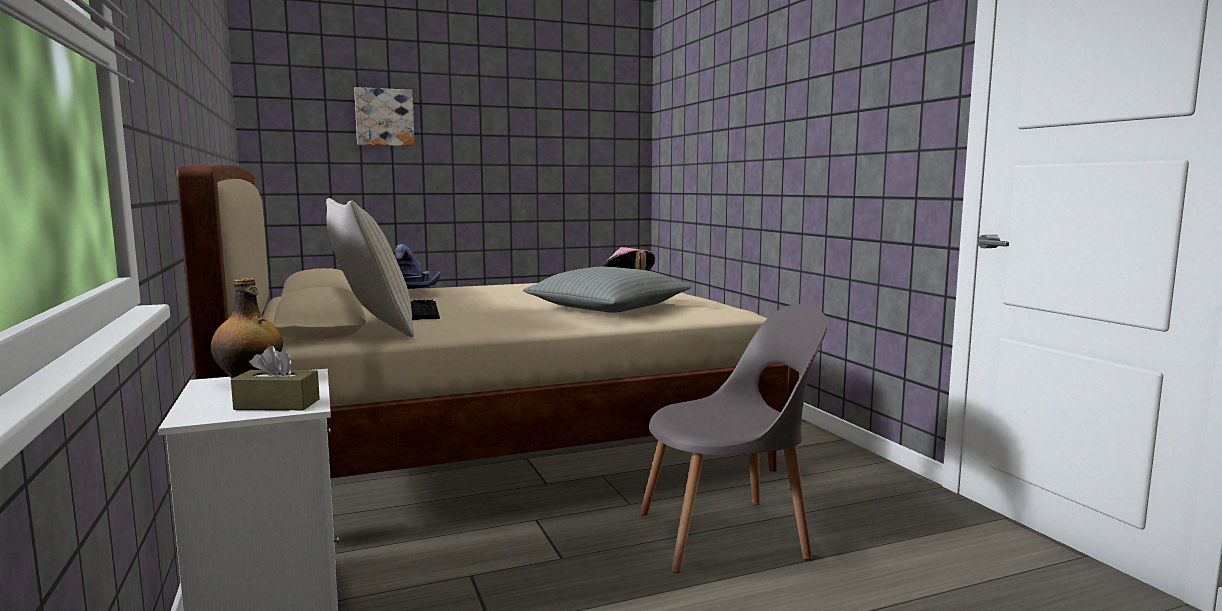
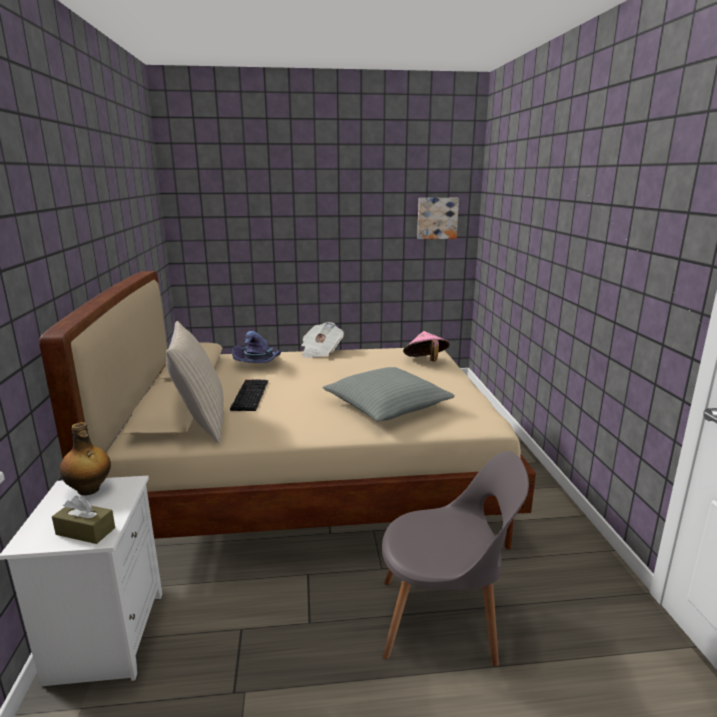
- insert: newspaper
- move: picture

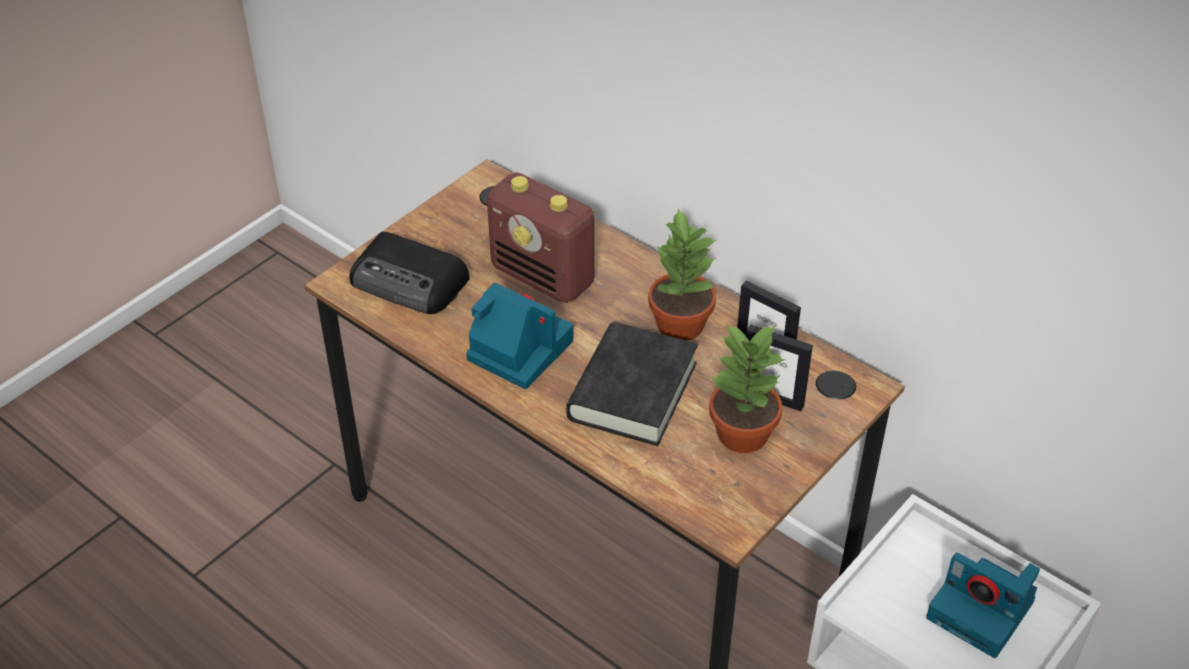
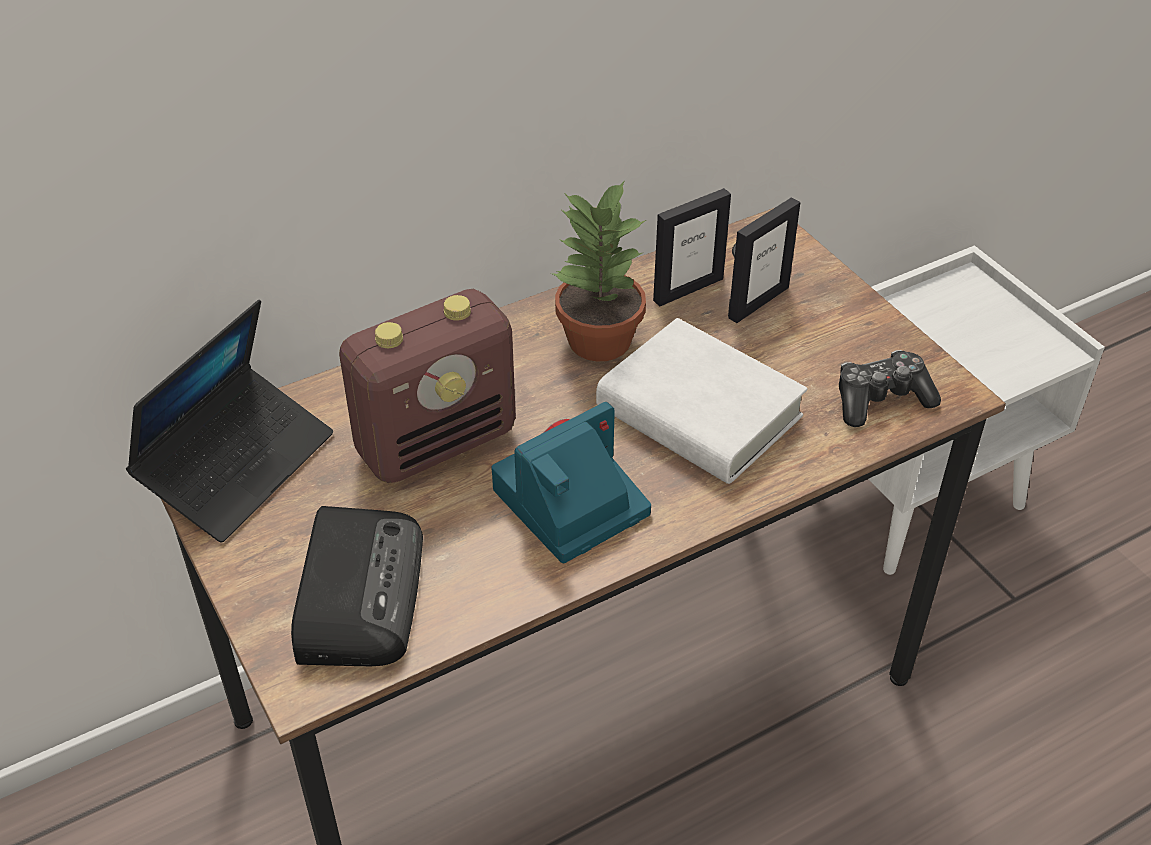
- insert: laptop
- rotate: radio (1st from left) 45 degrees counterclockwise
- recolor: black book to white book
- insert: game controller
- delete: potted plant (2nd from left)
- delete: photo camera (2nd from left)

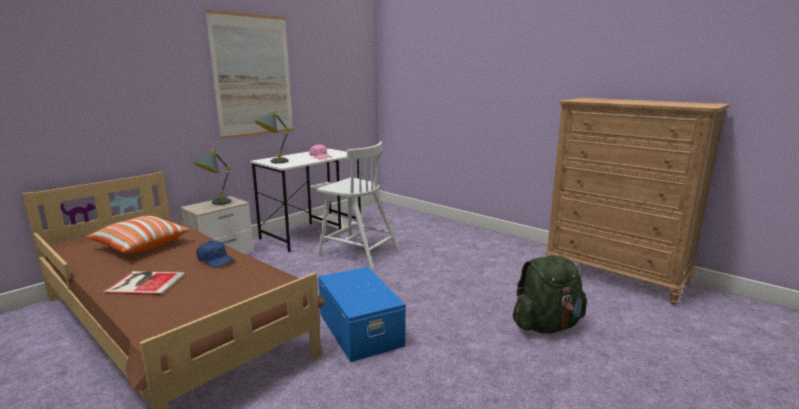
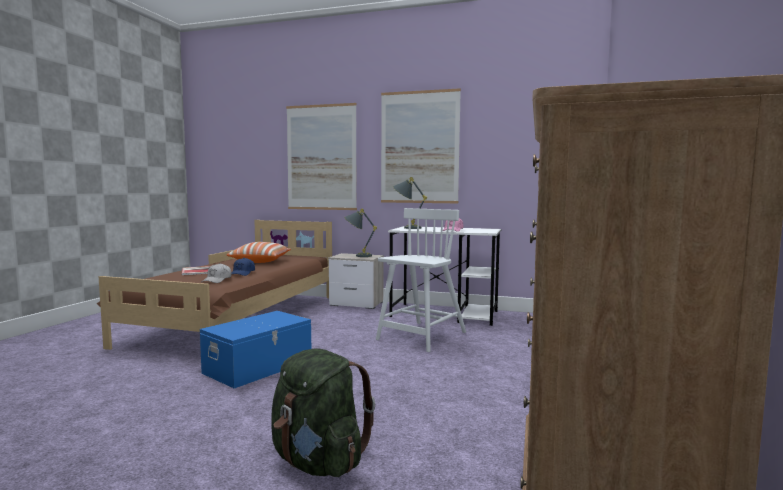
- insert: white cap
- insert: picture (1st from left)
- rotate: white chair 150 degrees counterclockwise

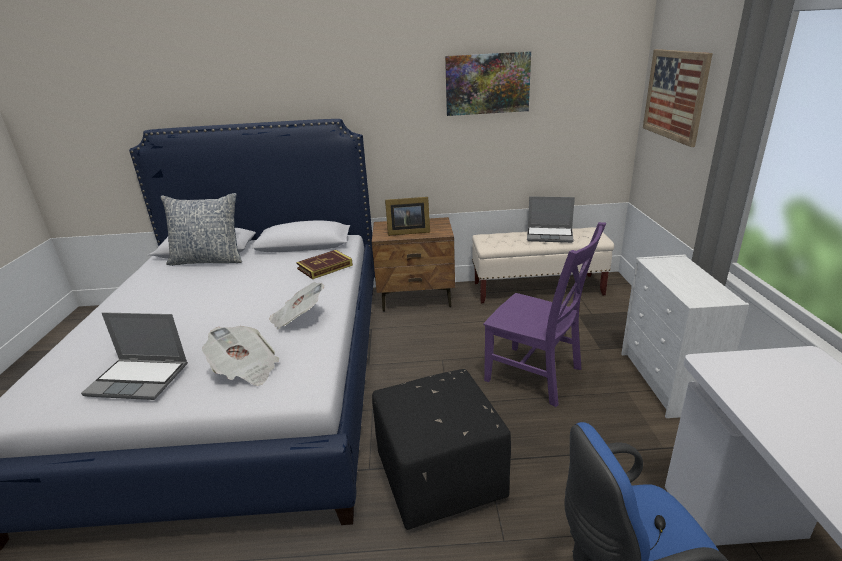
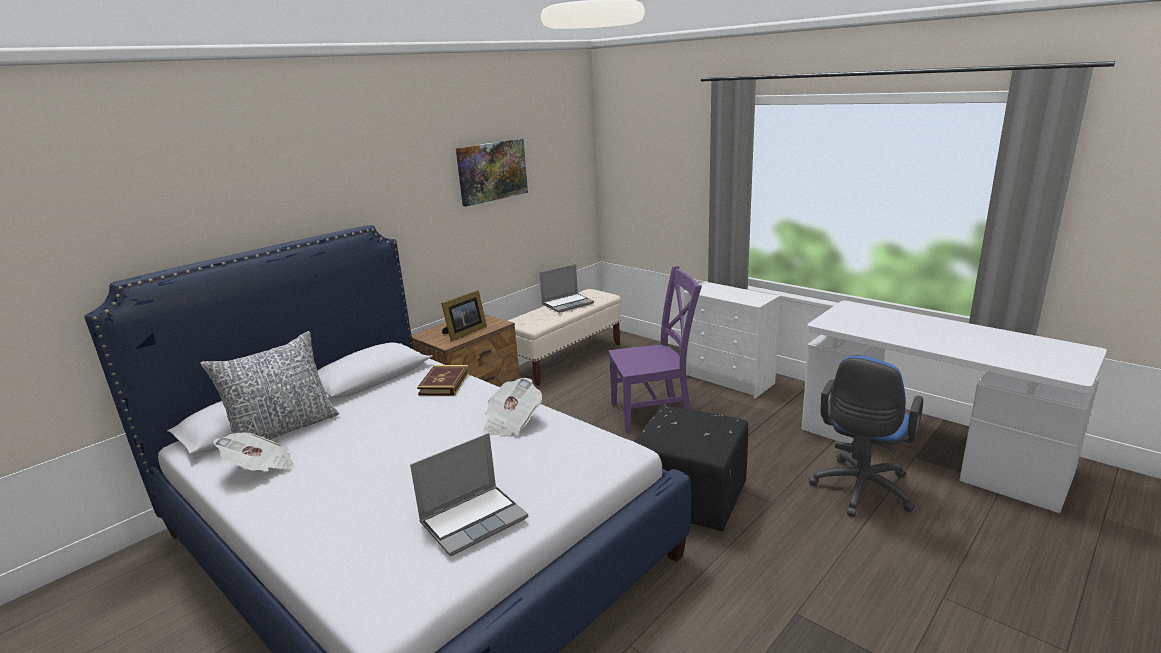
- move: newspaper (1st from left)
- delete: picture (2nd from left)

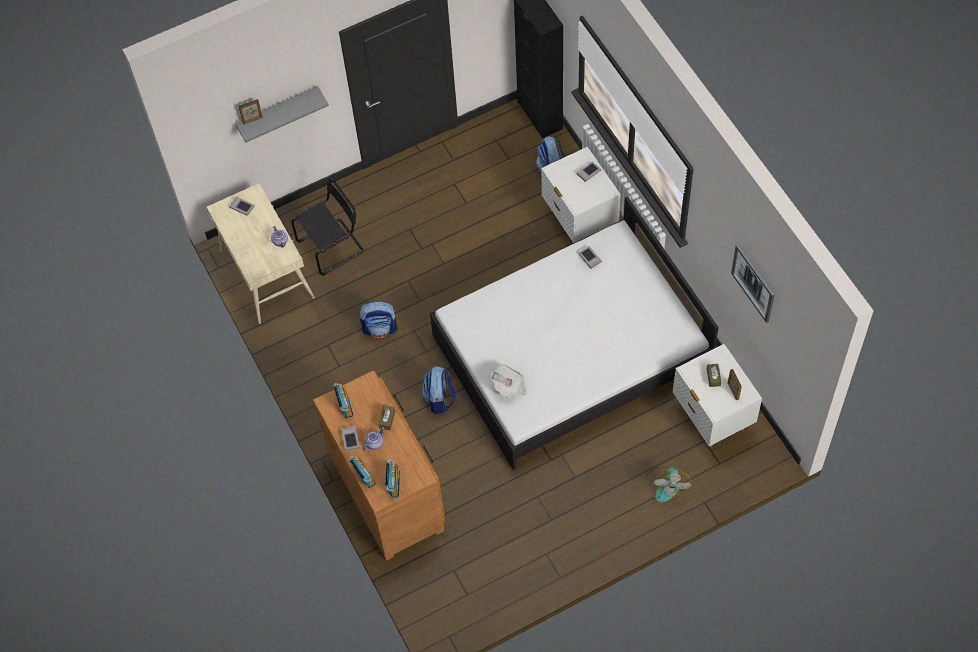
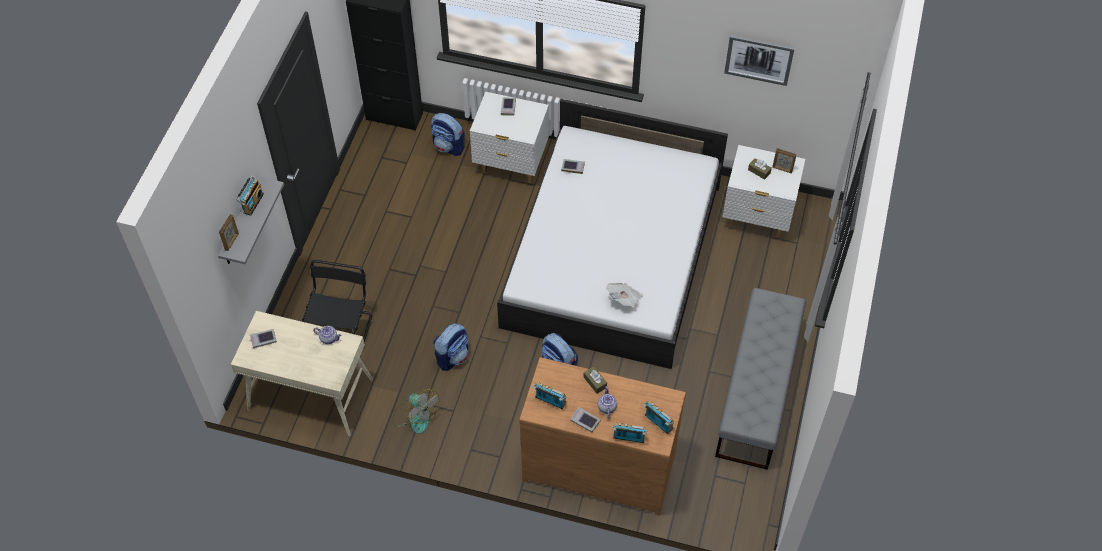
- insert: radio (1st from left)
- move: fan
- insert: grey bench

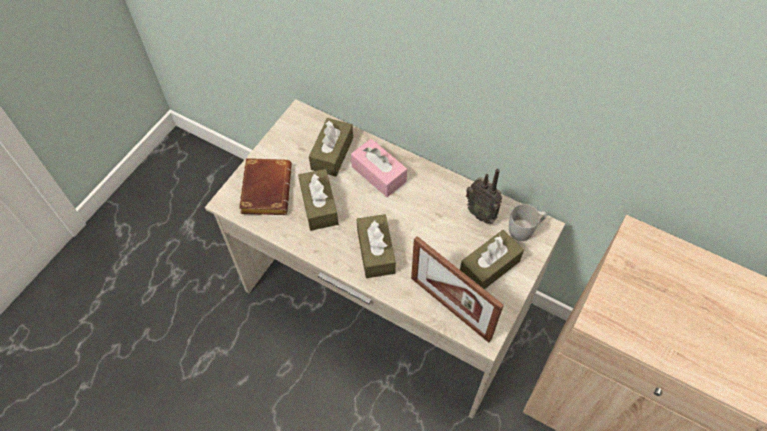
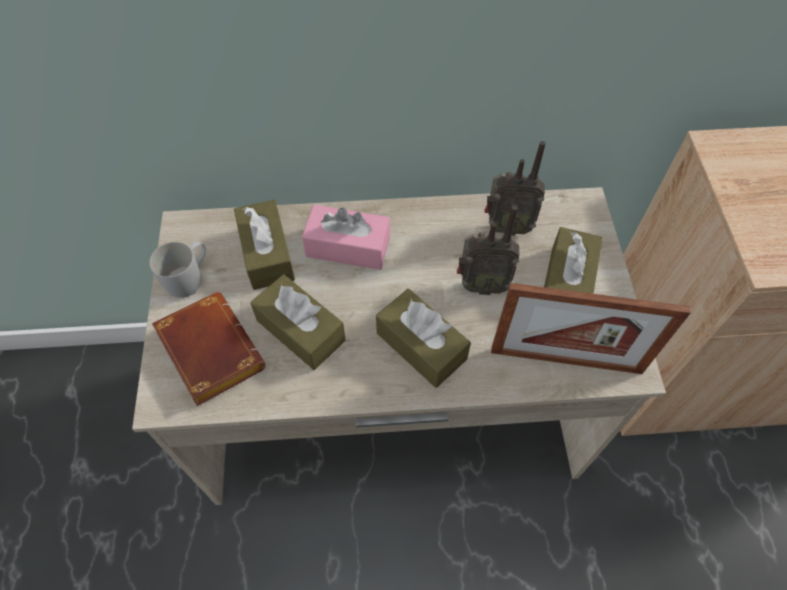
- move: white mug
- insert: radio (1st from left)

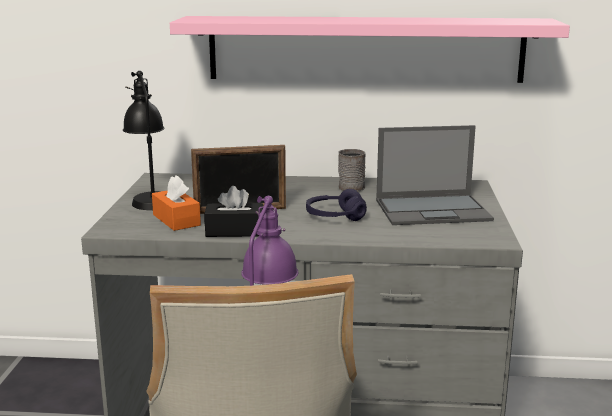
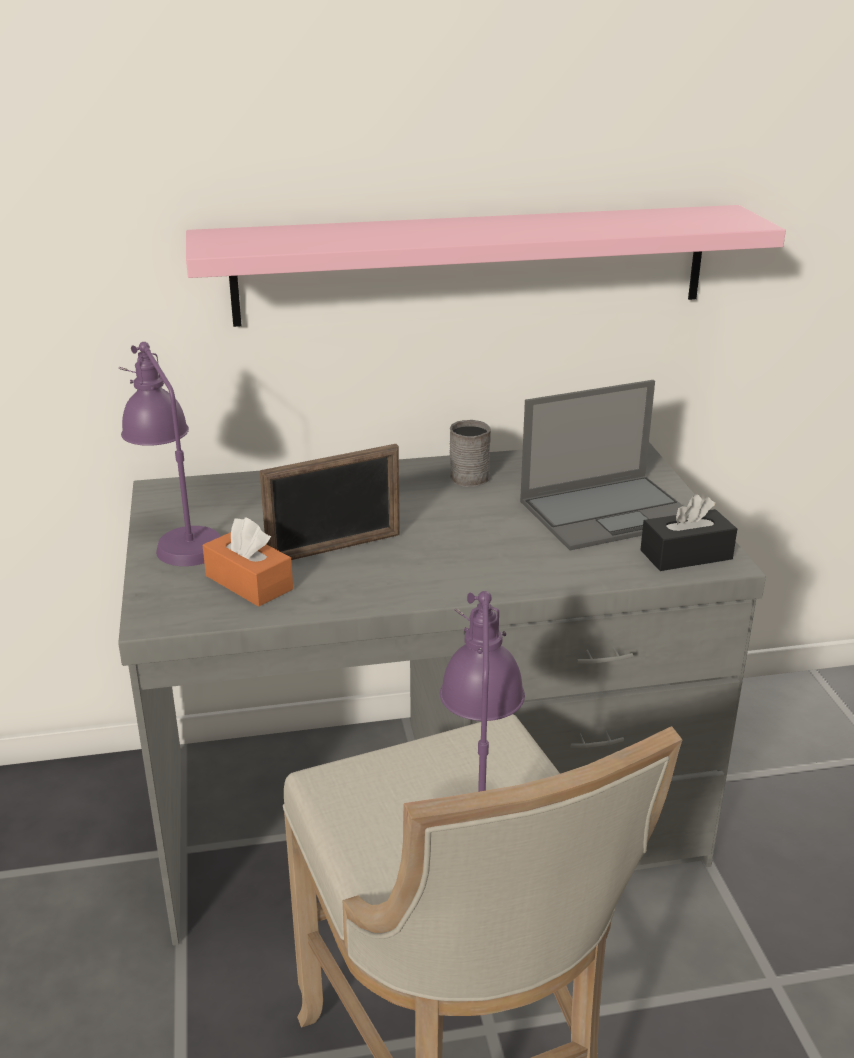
- recolor: black table lamp to purple table lamp (1st from left)
- move: black tissue box
- delete: purple headphones

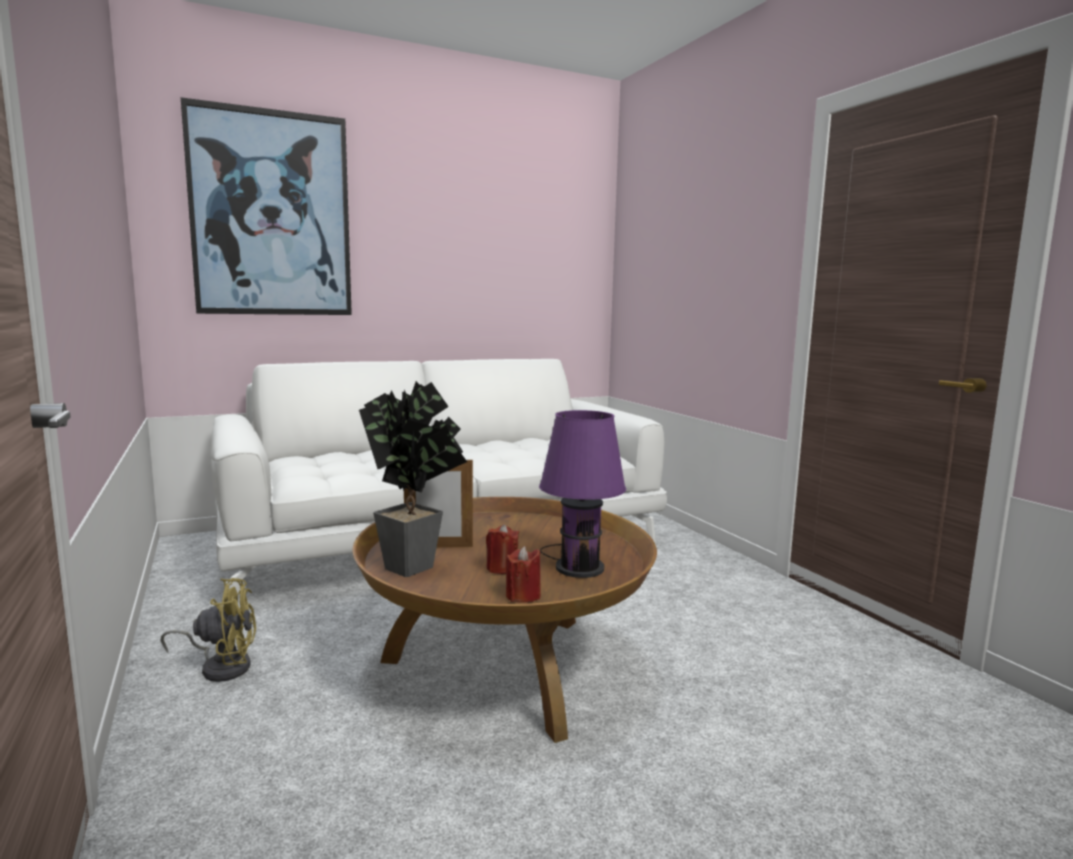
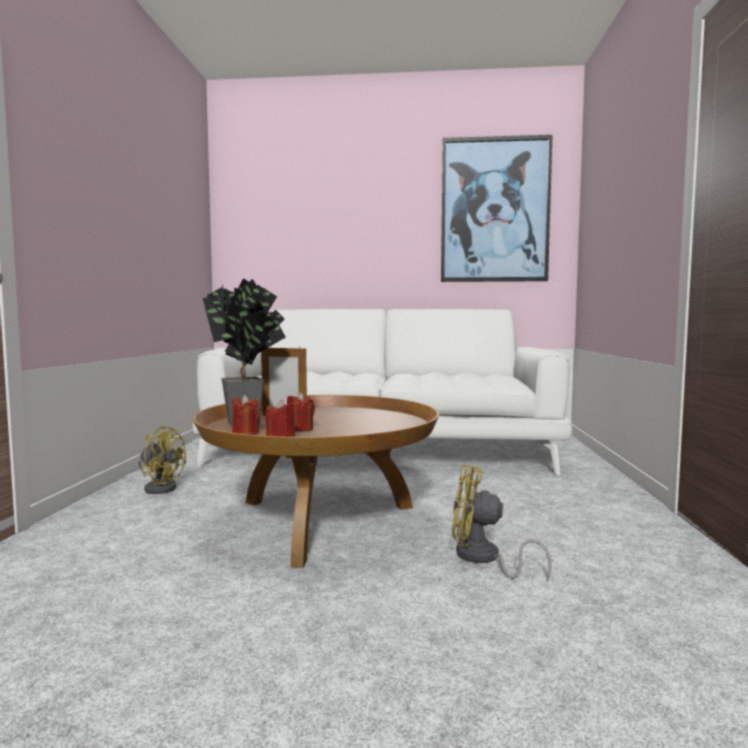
- insert: red candle (1st from left)
- move: picture
- insert: yellow fan (2nd from left)
- delete: purple table lamp

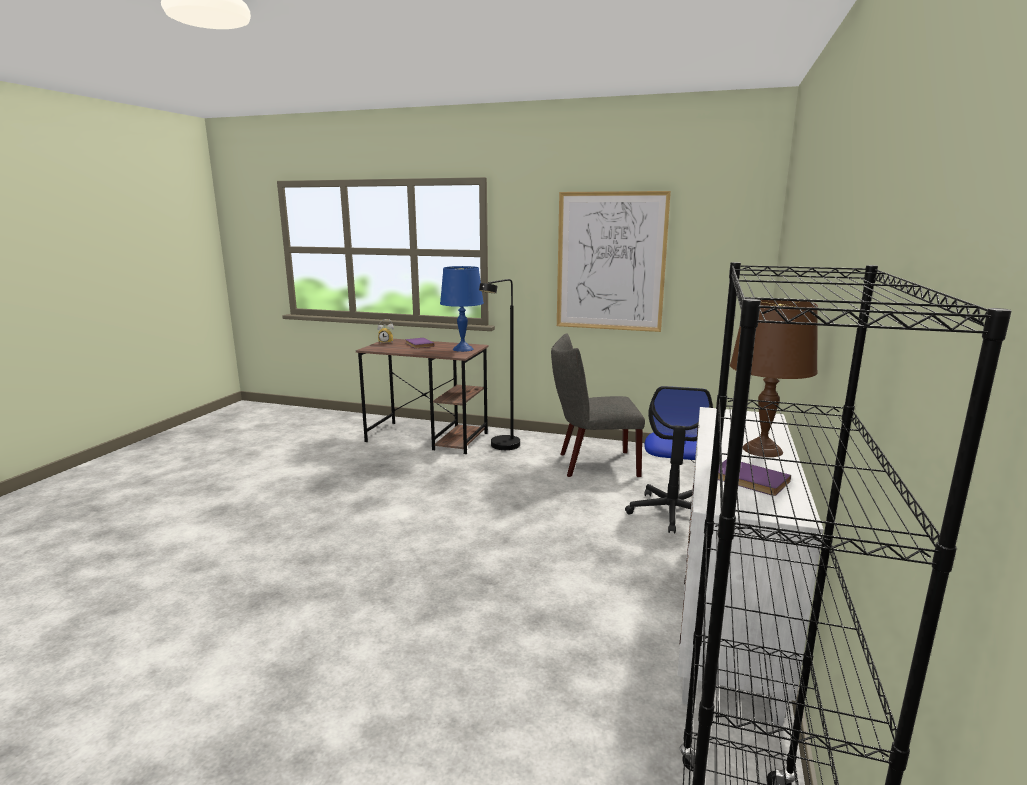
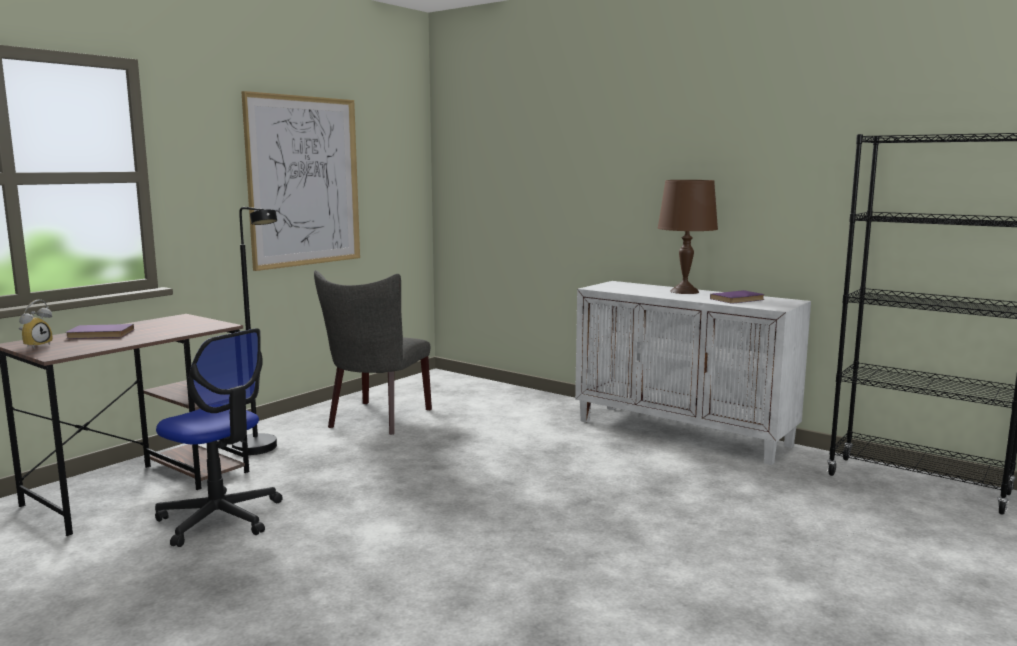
- move: office chair
- delete: blue table lamp

